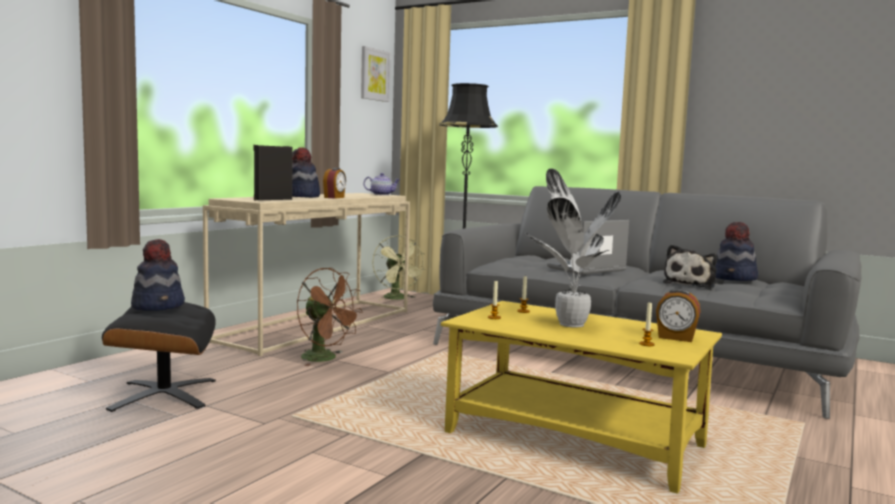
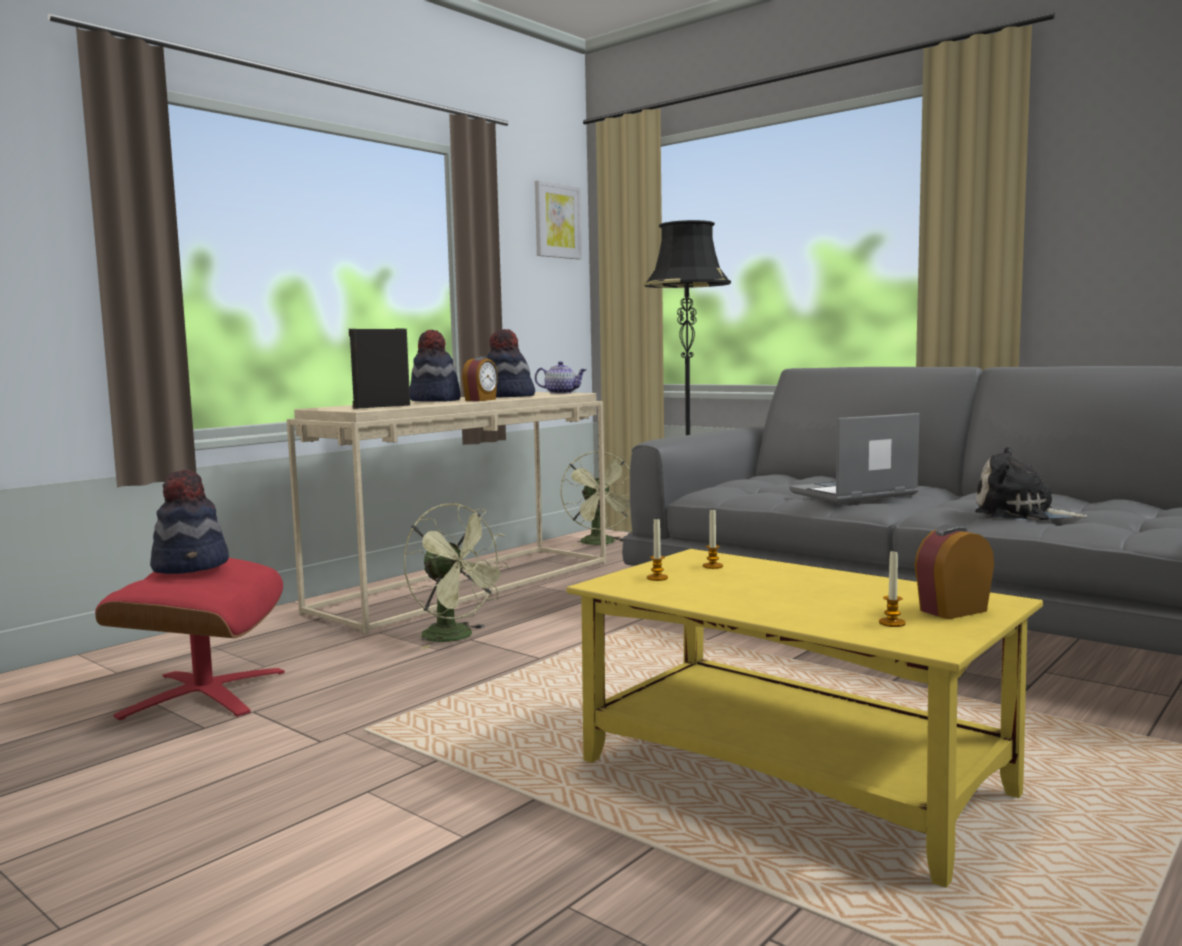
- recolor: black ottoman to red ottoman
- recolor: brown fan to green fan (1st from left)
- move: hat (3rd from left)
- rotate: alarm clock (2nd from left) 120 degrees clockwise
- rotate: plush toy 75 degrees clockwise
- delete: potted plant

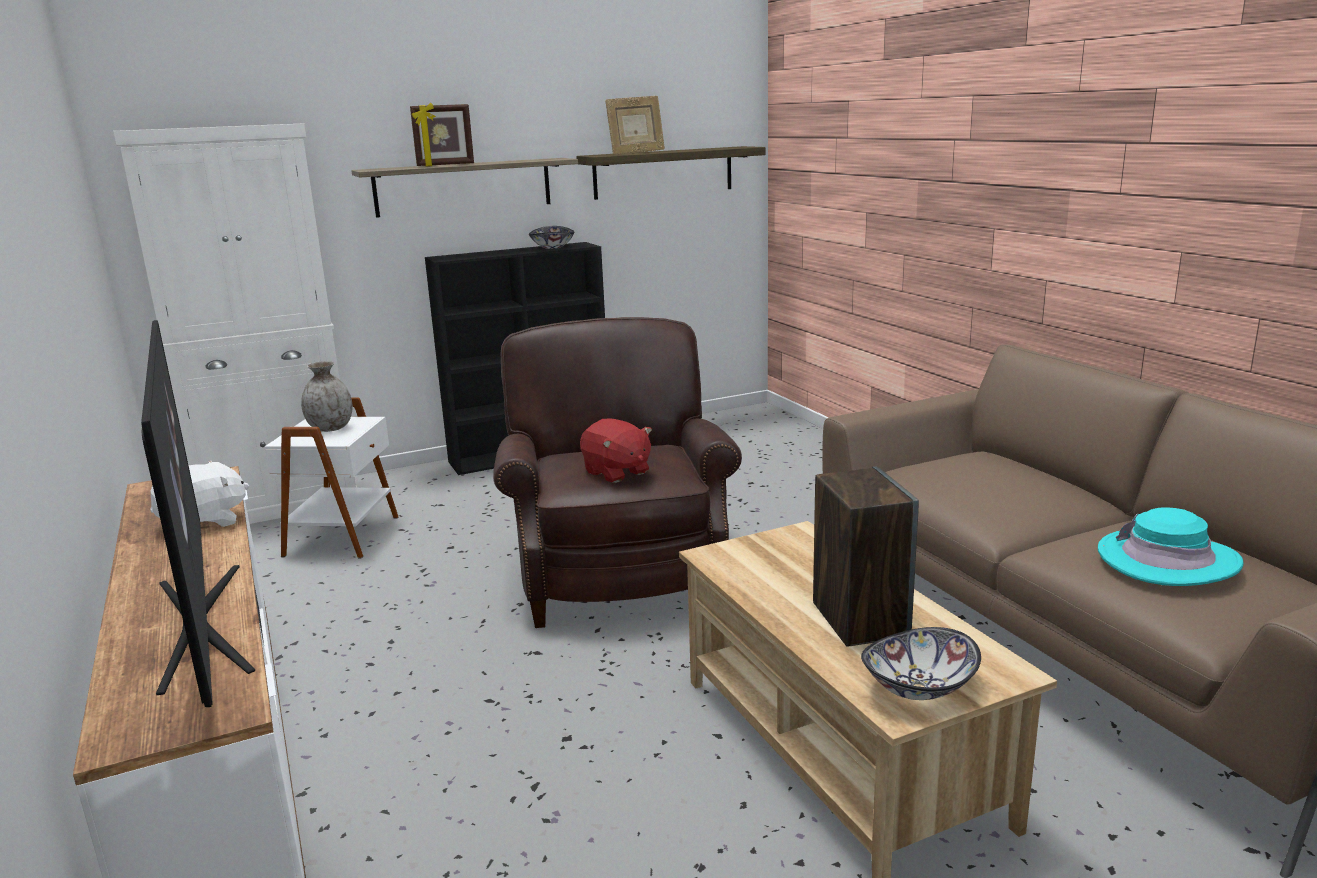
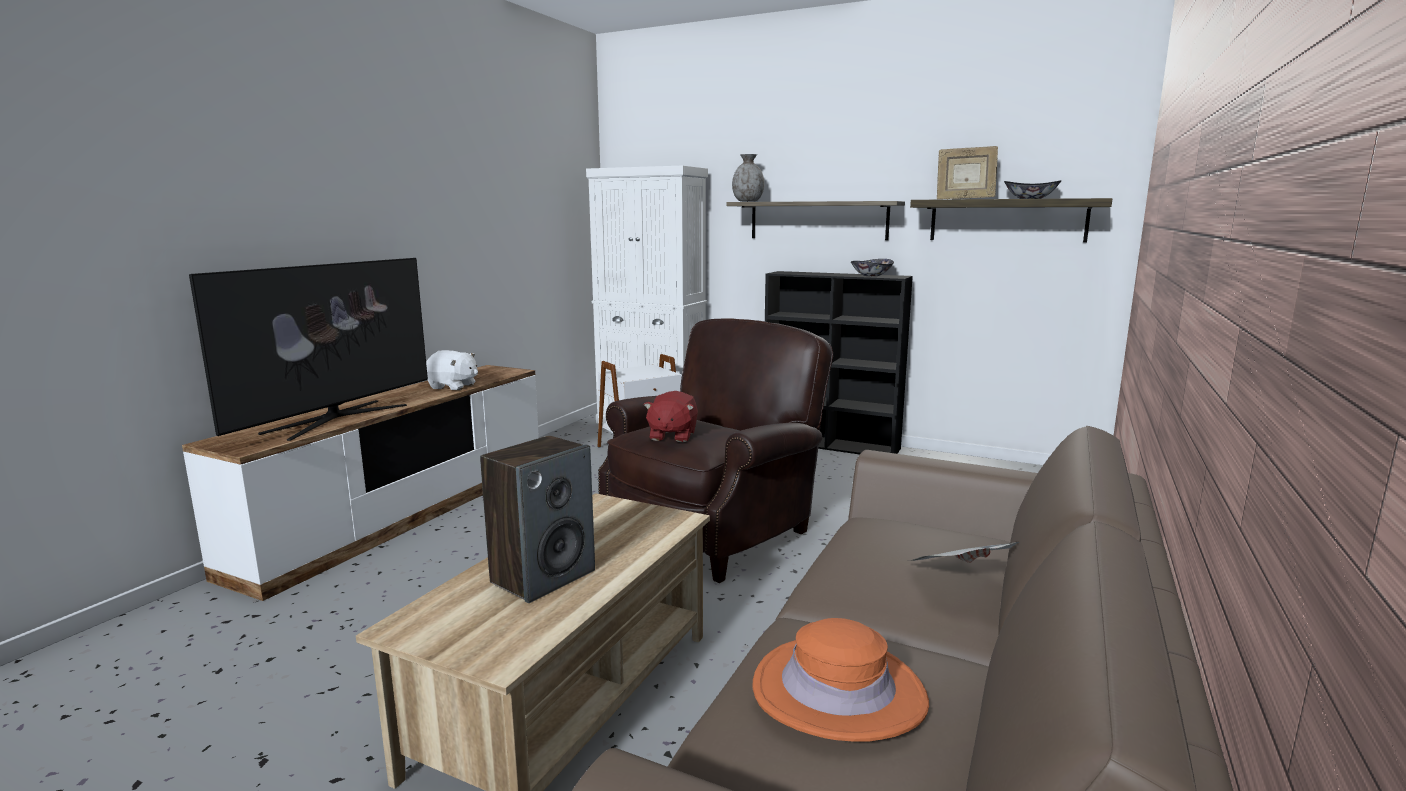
- move: grey vase
- recolor: turquoise hat to orange hat
- insert: newspaper
- move: bowl (2nd from left)
- delete: picture frame (1st from left)

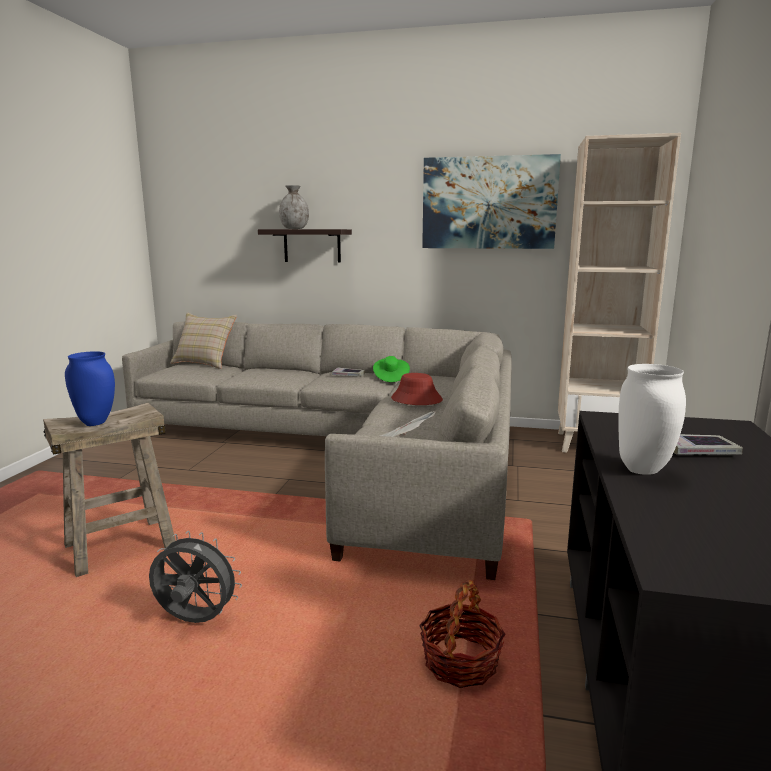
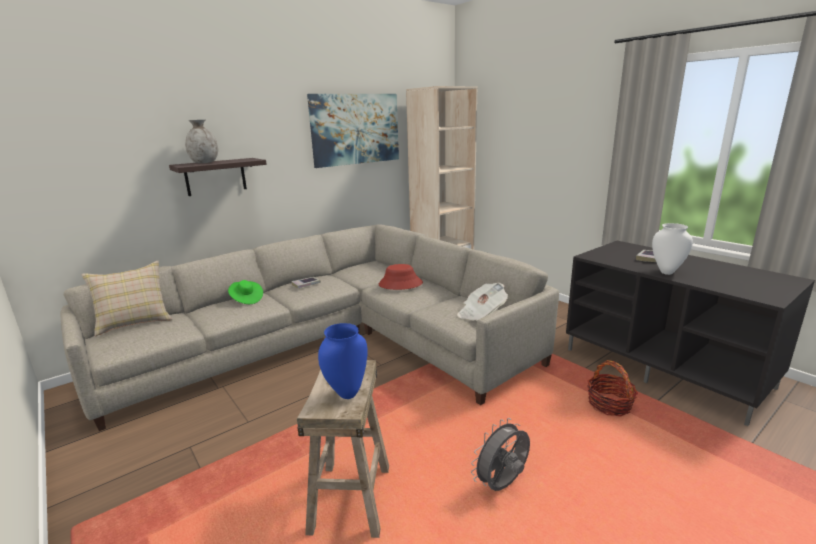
- move: green hat

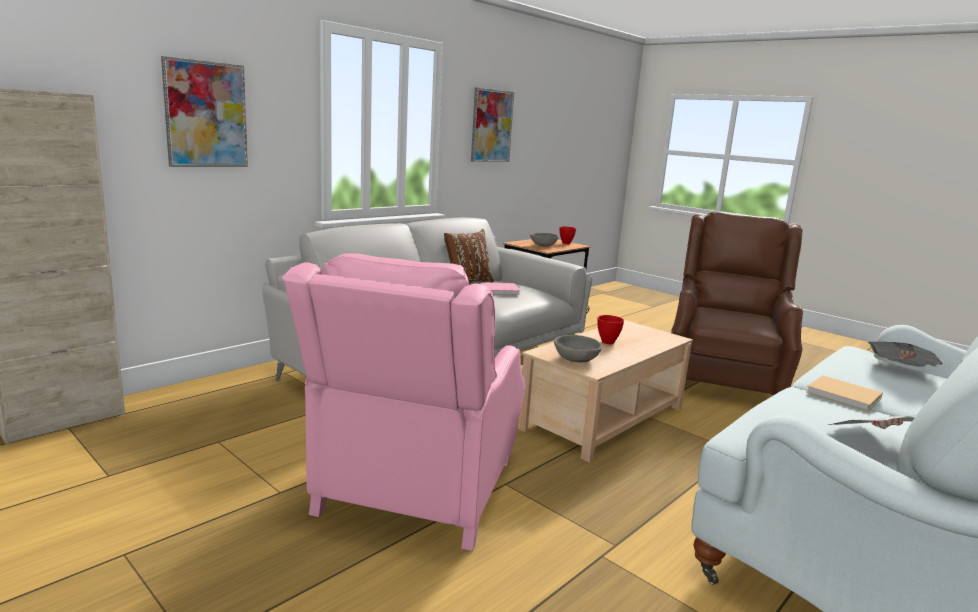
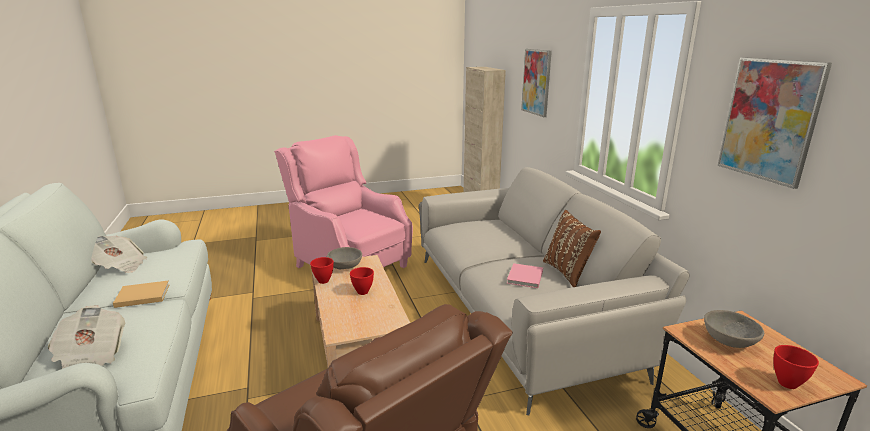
- insert: red bowl (1st from left)

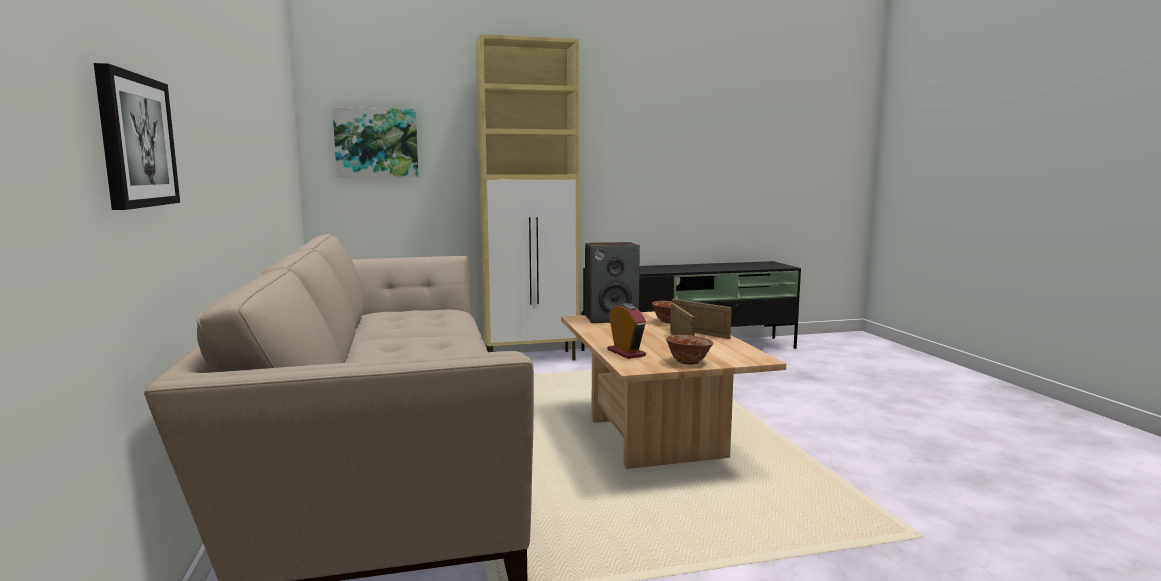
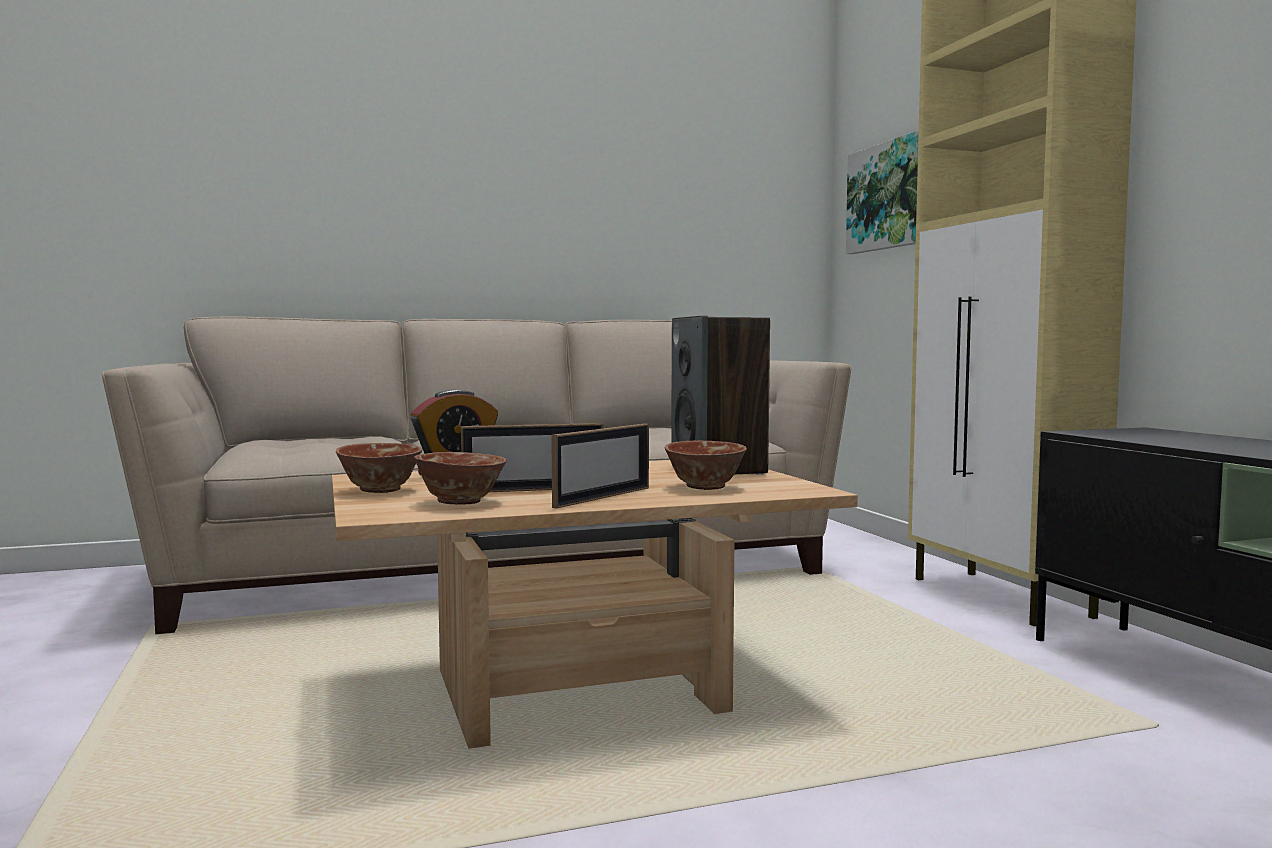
- insert: bowl (2nd from left)
- delete: picture (1st from left)

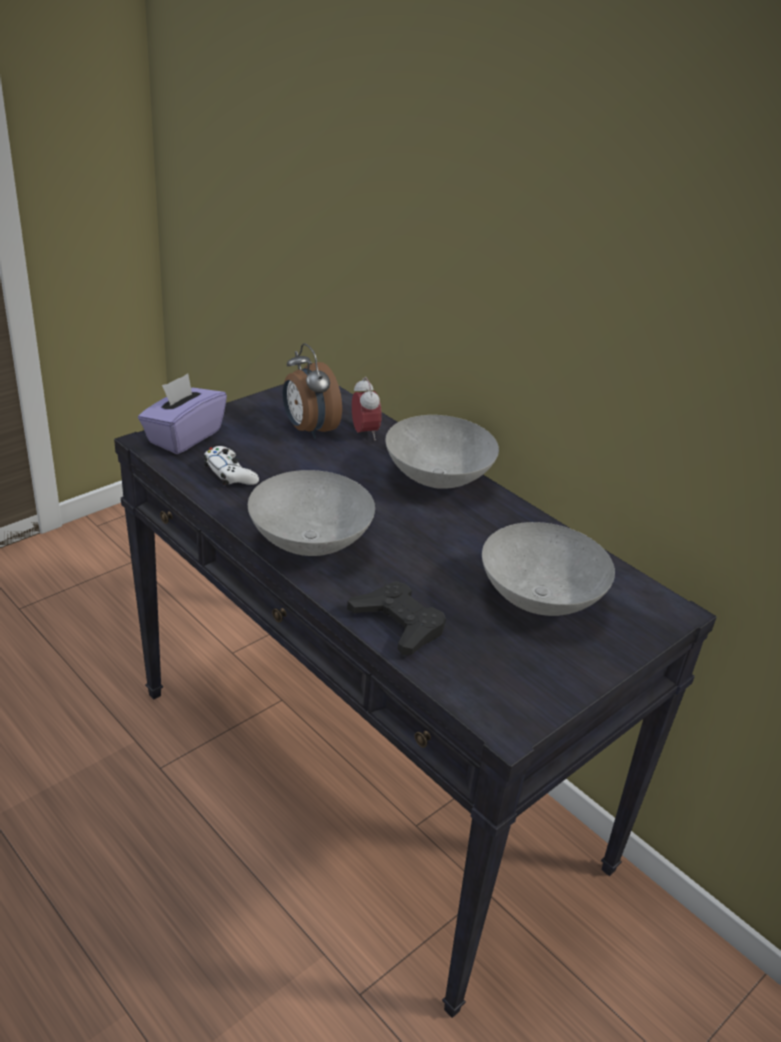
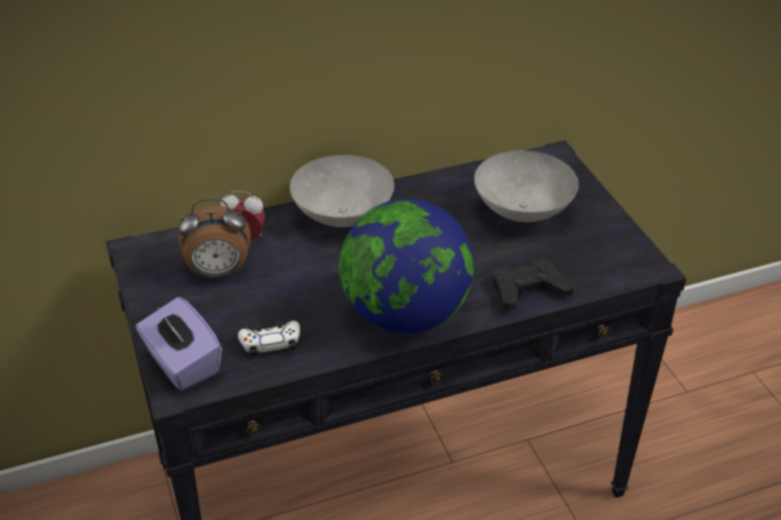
- replace: grey bowl (1st from left) to globe

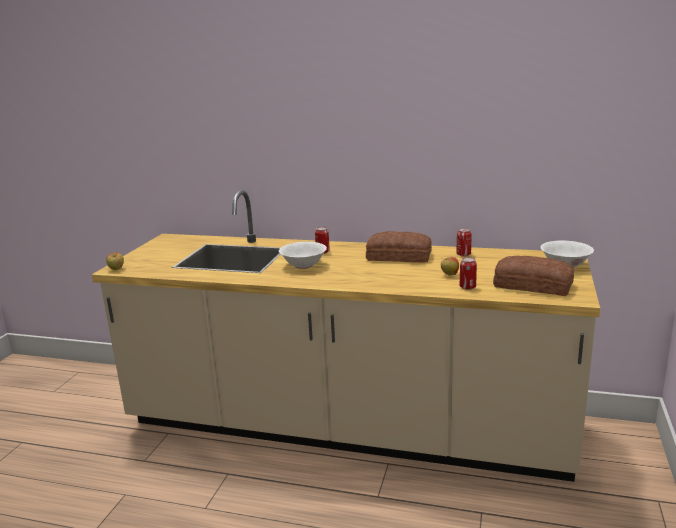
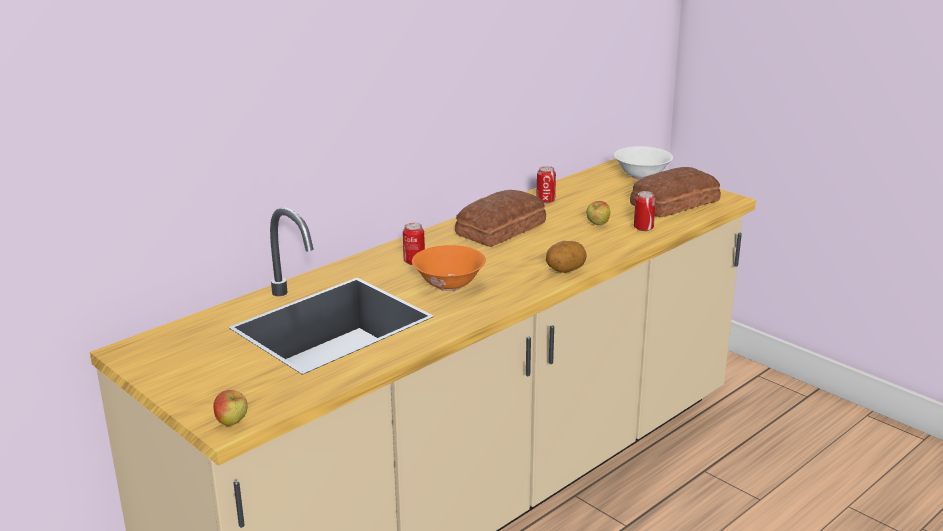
- recolor: white bowl (1st from left) to orange bowl
- insert: potato

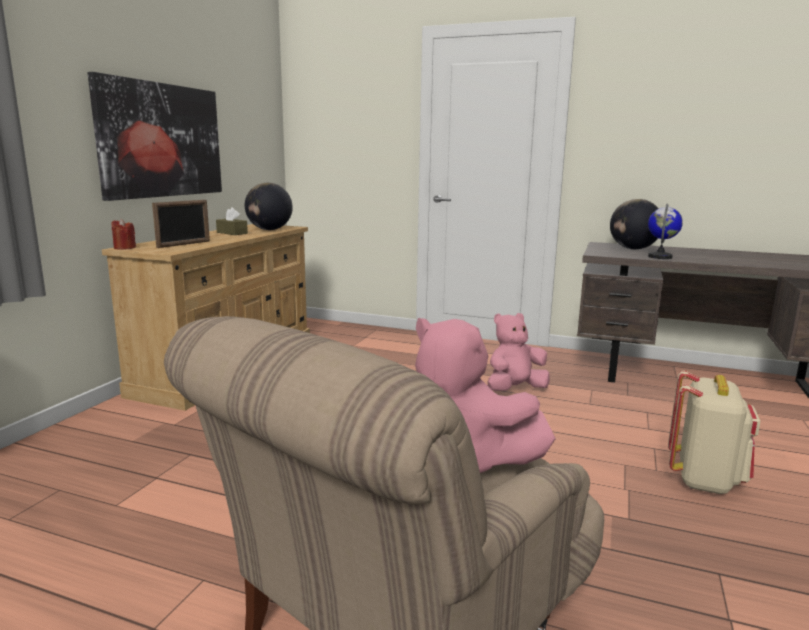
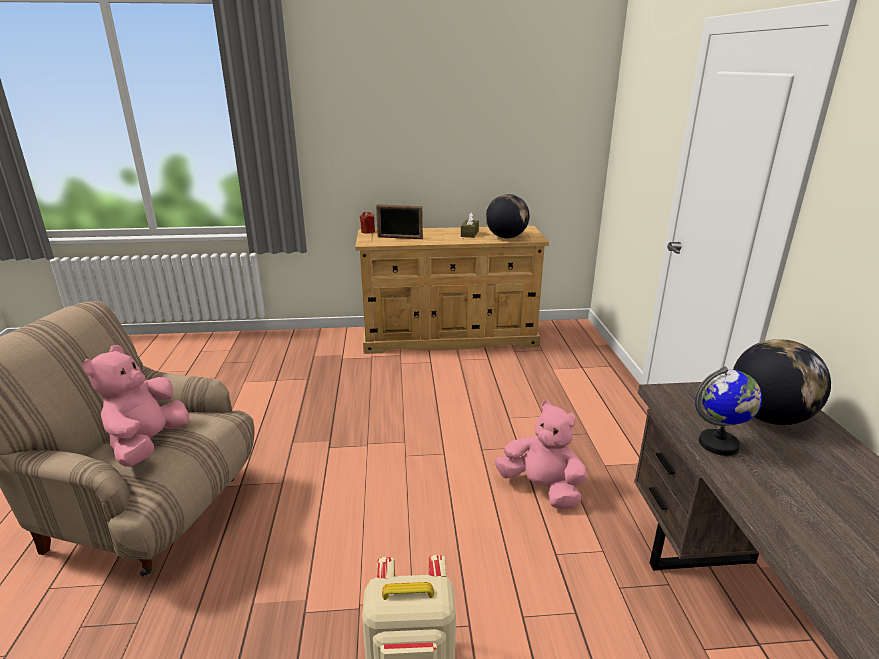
- delete: picture

